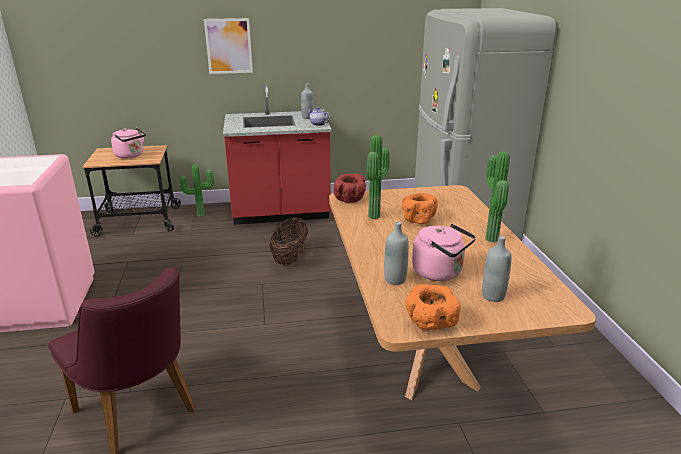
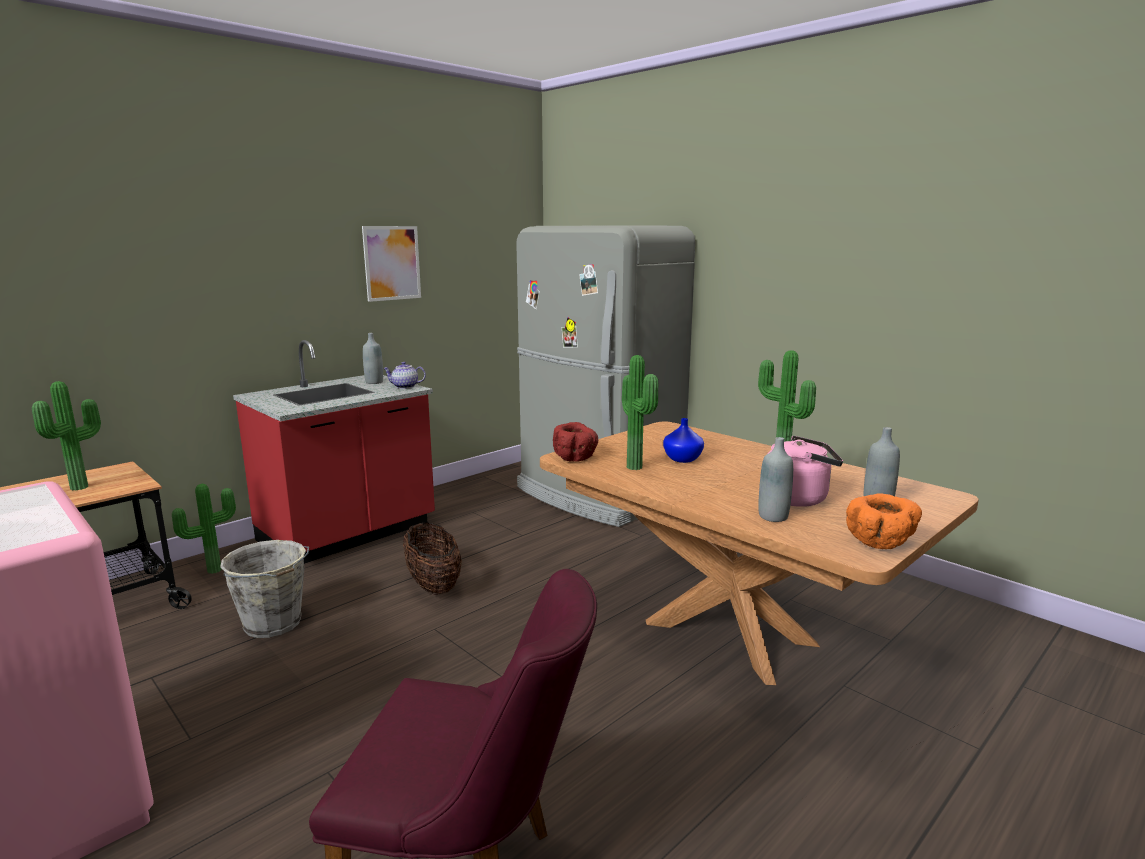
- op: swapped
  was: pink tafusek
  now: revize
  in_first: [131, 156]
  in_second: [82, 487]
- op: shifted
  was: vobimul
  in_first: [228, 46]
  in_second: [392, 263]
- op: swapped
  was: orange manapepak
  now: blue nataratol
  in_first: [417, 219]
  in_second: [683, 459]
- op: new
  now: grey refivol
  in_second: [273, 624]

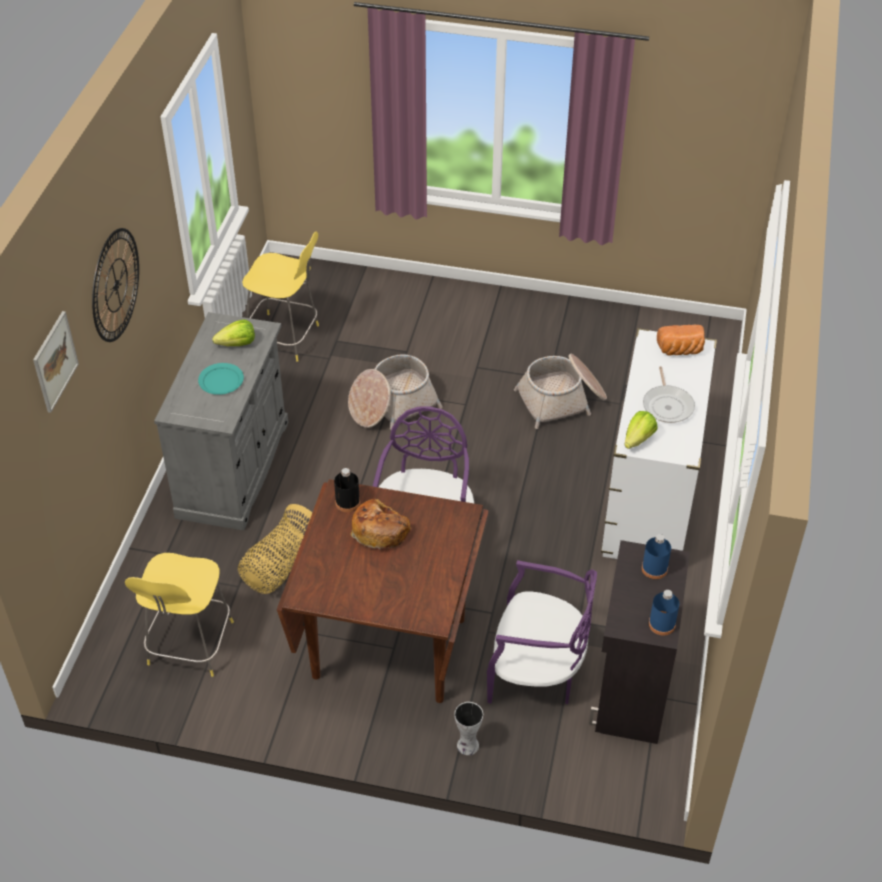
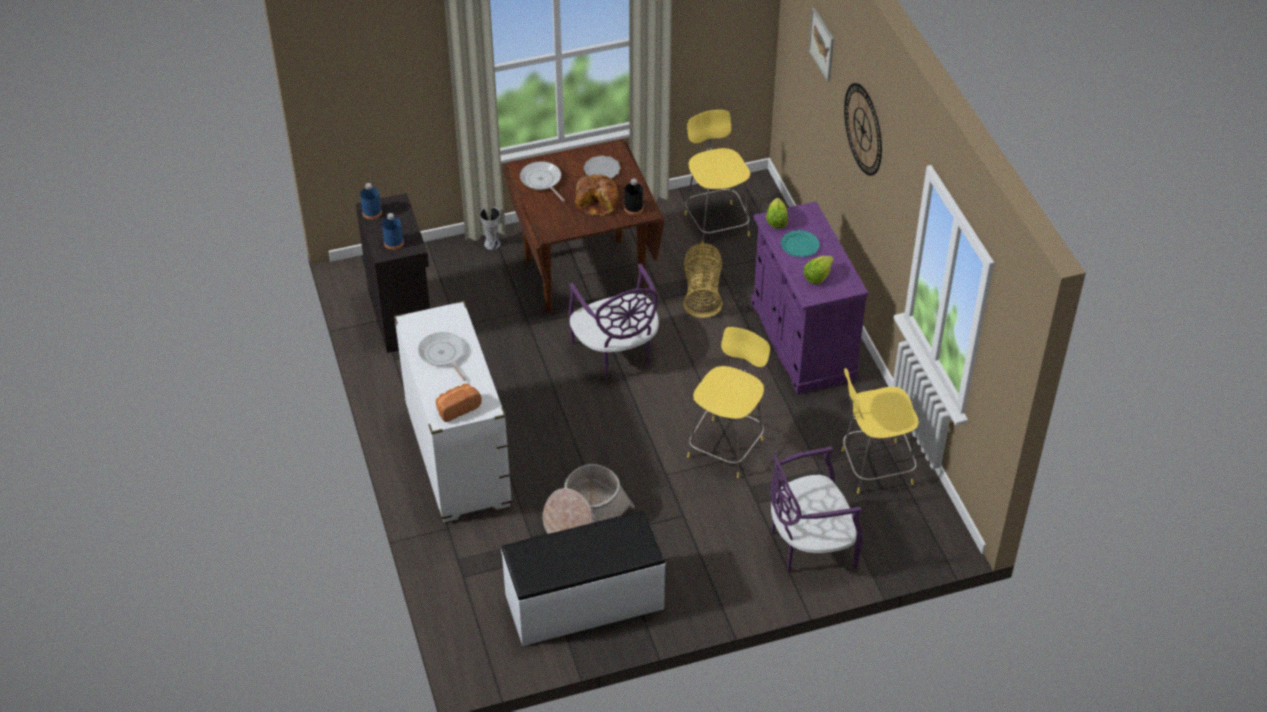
- op: repainted
  was: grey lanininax
  now: purple lanininax
  in_first: [234, 469]
  in_second: [802, 341]
- op: swapped
  was: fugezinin
  now: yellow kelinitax
  in_first: [392, 405]
  in_second: [727, 446]
- op: shifted
  was: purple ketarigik
  in_first: [537, 673]
  in_second: [809, 544]
- op: shifted
  was: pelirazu
  in_first: [638, 439]
  in_second: [776, 221]
- op: new
  now: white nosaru
  in_second: [584, 603]
- op: new
  now: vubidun
  in_second: [542, 181]
- op: new
  now: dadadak
  in_second: [602, 169]

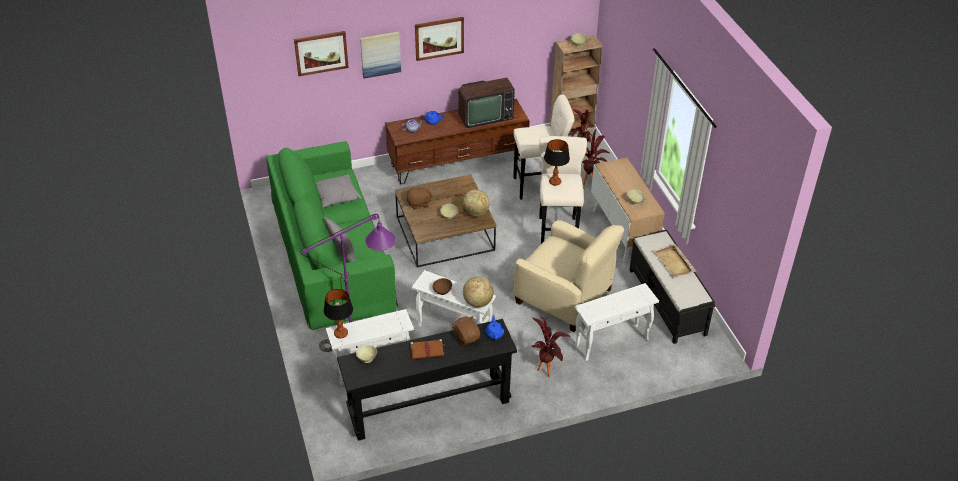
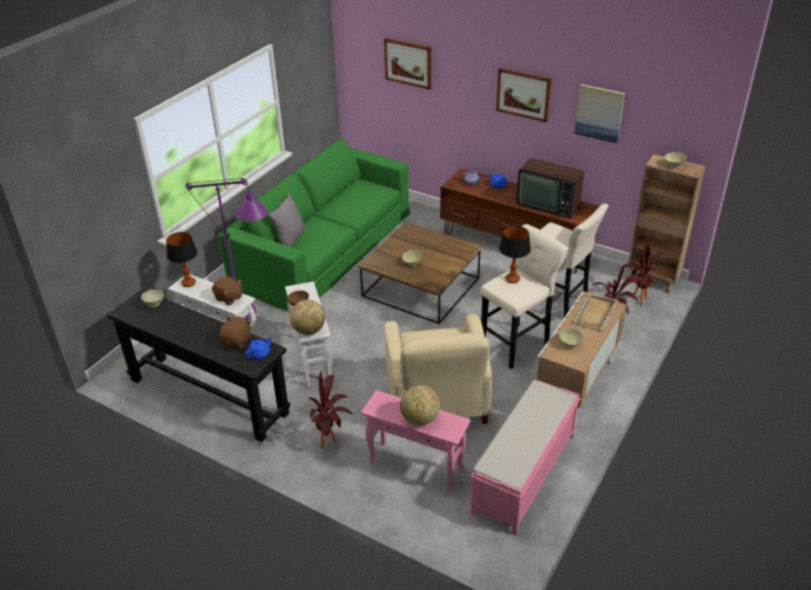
- op: gone
  was: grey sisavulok
  in_first: [336, 196]
- op: shifted
  was: vobimul
  in_first: [380, 54]
  in_second: [599, 113]
- op: shifted
  was: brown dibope
  in_first: [419, 204]
  in_second: [229, 298]
- op: gone
  was: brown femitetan
  in_first: [427, 351]
- op: shifted
  was: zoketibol
  in_first: [475, 213]
  in_second: [420, 419]
- op: repainted
  was: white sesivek
  now: pink sesivek
  in_first: [611, 342]
  in_second: [416, 466]
- op: repainted
  was: black nosaru
  now: pink nosaru
  in_first: [667, 302]
  in_second: [523, 475]
- op: shifted
  was: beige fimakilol
  in_first: [673, 263]
  in_second: [595, 313]

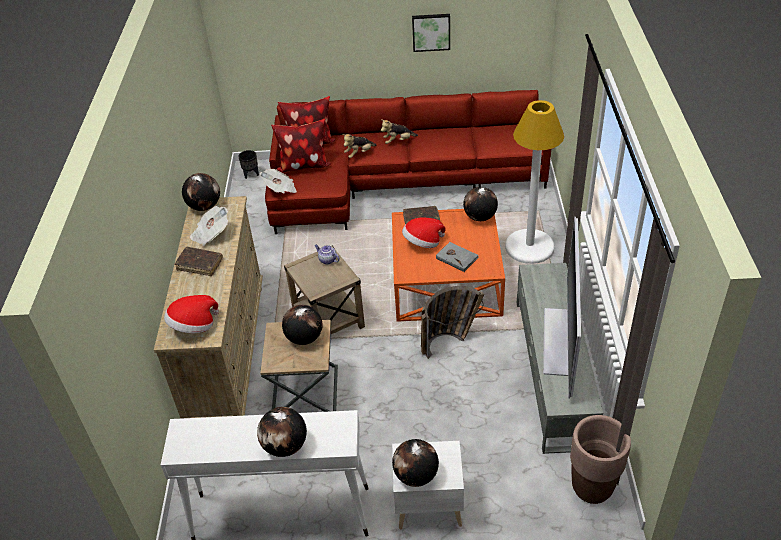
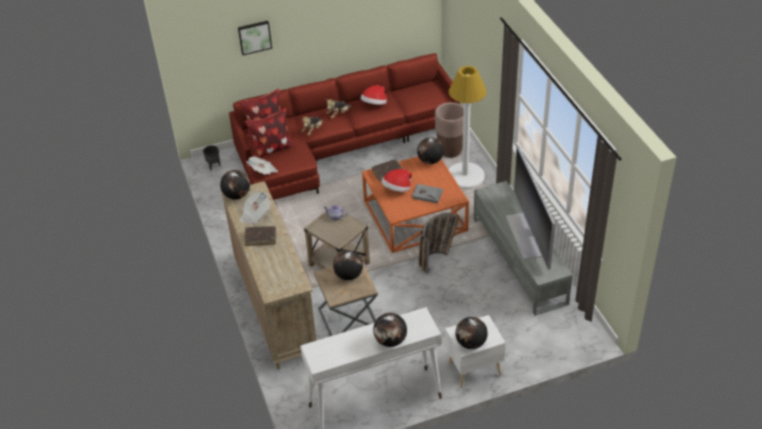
- op: shifted
  was: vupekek
  in_first: [194, 326]
  in_second: [374, 104]
- op: shifted
  was: vobimul
  in_first: [431, 31]
  in_second: [254, 37]
- op: shifted
  was: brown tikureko
  in_first: [592, 488]
  in_second: [450, 151]

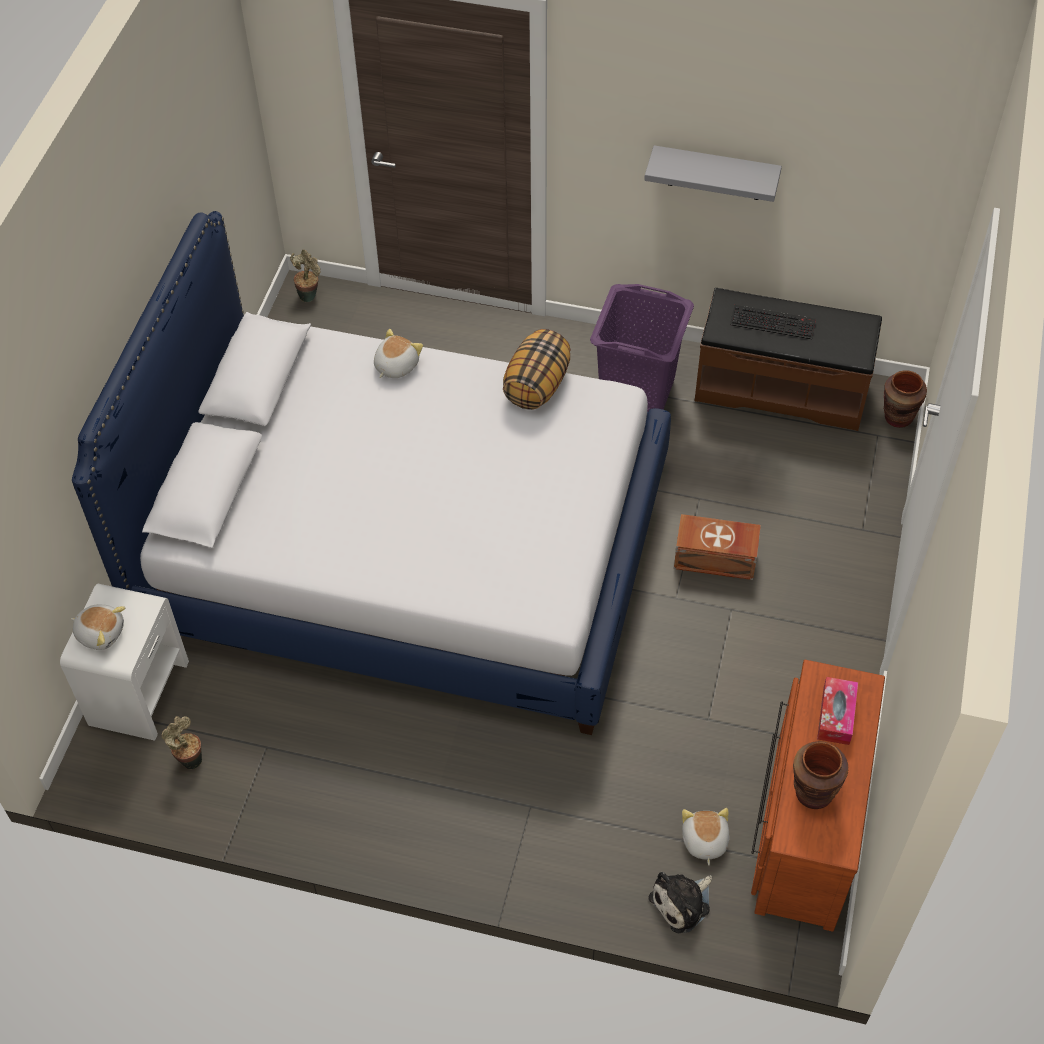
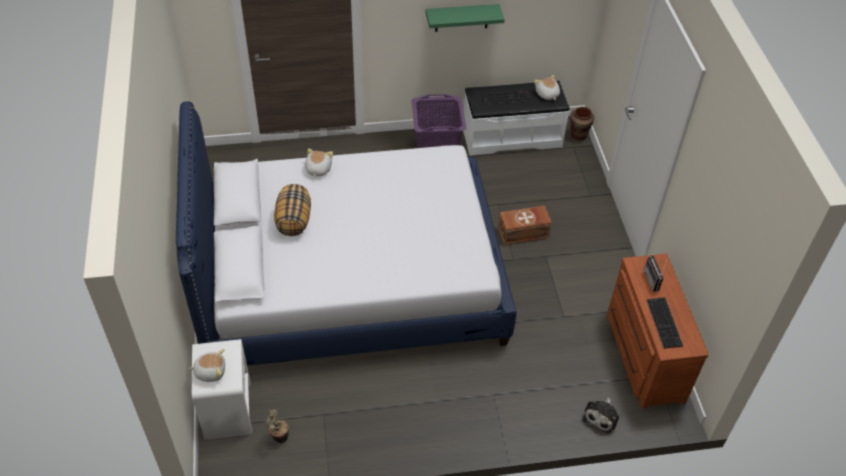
- op: gone
  was: revize
  in_first: [309, 294]
- op: shifted
  was: sisavulok
  in_first: [536, 385]
  in_second: [293, 220]
- op: repainted
  was: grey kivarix
  now: green kivarix
  in_first: [715, 173]
  in_second: [461, 17]
- op: shifted
  was: dibope
  in_first: [704, 841]
  in_second: [547, 94]
- op: repainted
  was: brown nosaru
  now: white nosaru
  in_first: [781, 388]
  in_second: [511, 136]
- op: swapped
  was: brown nataratol
  now: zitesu
  in_first: [813, 792]
  in_second: [665, 323]
- op: swapped
  was: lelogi
  now: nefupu
  in_first: [836, 715]
  in_second: [654, 280]

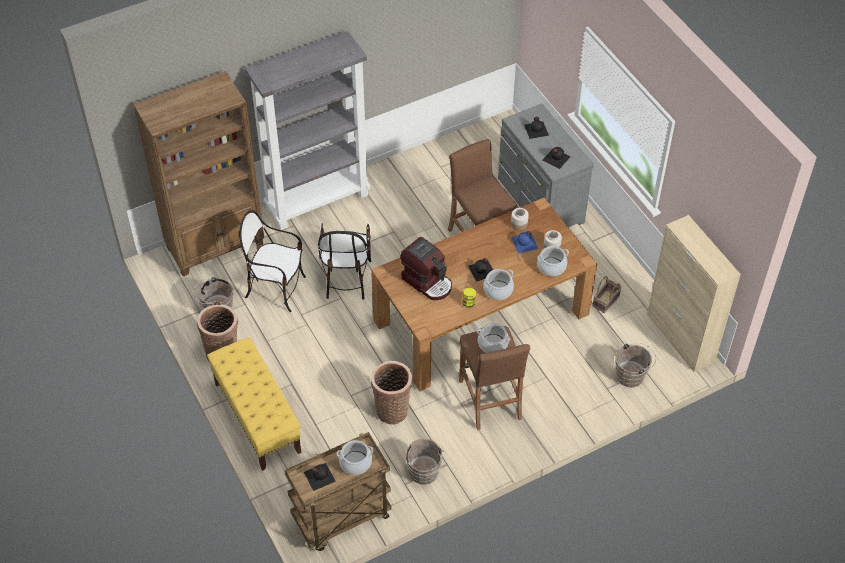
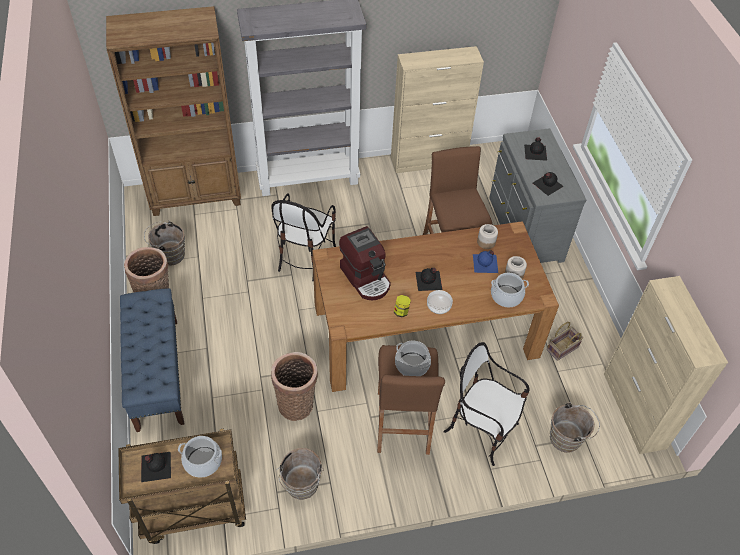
- op: repainted
  was: yellow nosaru
  now: blue nosaru
  in_first: [257, 417]
  in_second: [157, 373]
- op: shifted
  was: ketarigik
  in_first: [276, 289]
  in_second: [481, 430]
- op: swapped
  was: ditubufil
  now: manapepak
  in_first: [498, 290]
  in_second: [438, 306]
- op: new
  now: beige lanininax
  in_second: [429, 161]

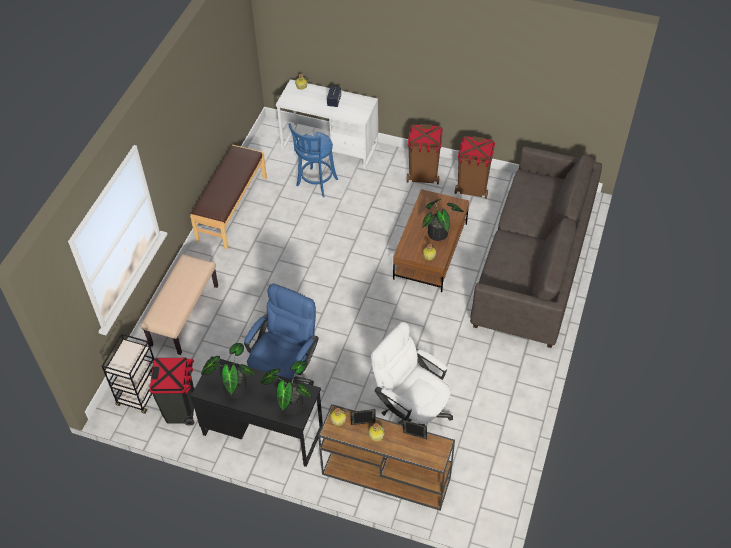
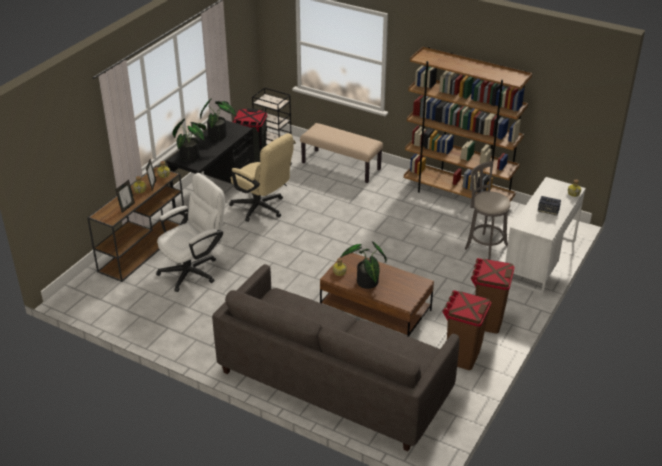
- op: swapped
  was: brown nosaru
  now: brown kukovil
  in_first: [231, 208]
  in_second: [458, 195]
- op: repainted
  was: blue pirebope
  now: beige pirebope
  in_first: [285, 374]
  in_second: [262, 209]
- op: repainted
  was: blue kelinitax
  now: grey kelinitax
  in_first: [316, 184]
  in_second: [484, 246]

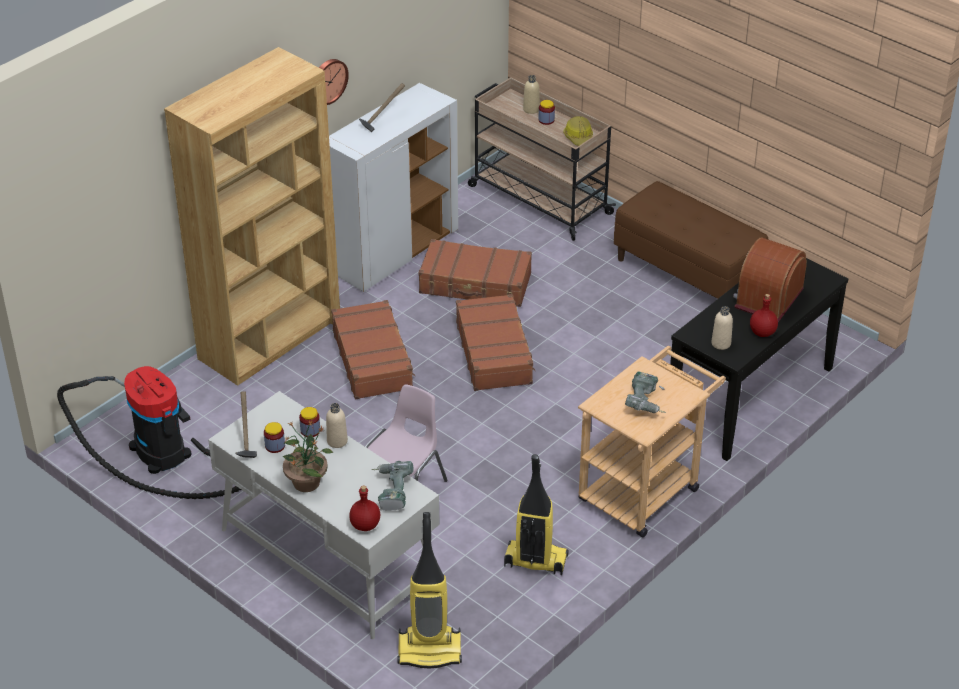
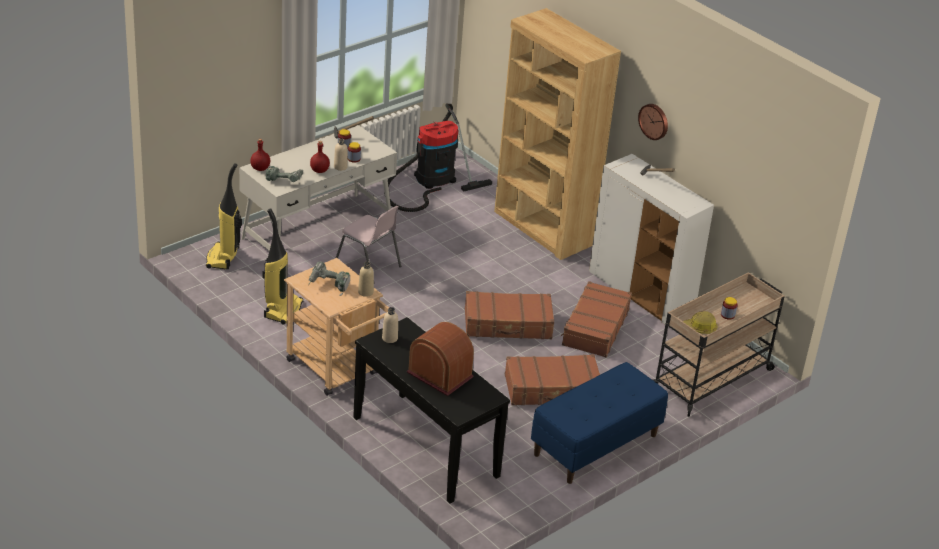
- op: gone
  was: revize
  in_first: [307, 482]
- op: shifted
  was: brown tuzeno
  in_first: [373, 359]
  in_second: [552, 389]
- op: shifted
  was: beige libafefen
  in_first: [531, 109]
  in_second: [365, 292]
- op: repainted
  was: brown nosaru
  now: blue nosaru
  in_first: [688, 274]
  in_second: [595, 445]
- op: shifted
  was: red libafefen
  in_first: [762, 332]
  in_second: [320, 170]

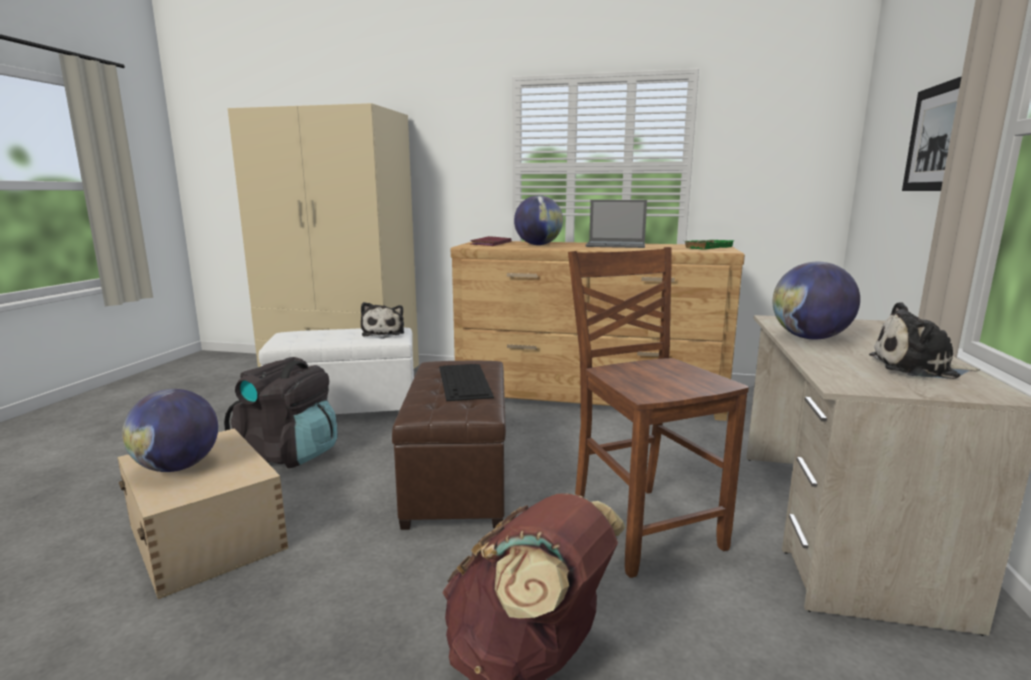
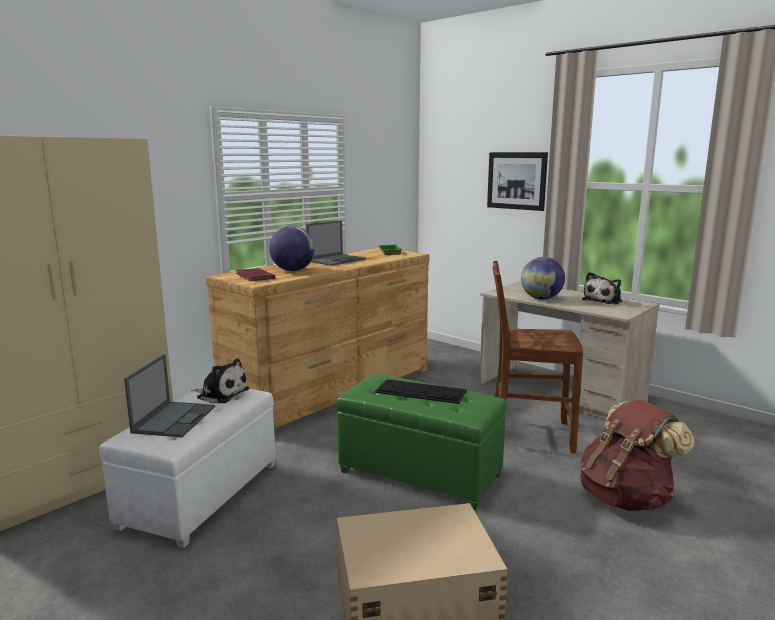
- op: gone
  was: zoketibol
  in_first: [178, 467]
- op: gone
  was: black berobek
  in_first: [289, 454]
- op: repainted
  was: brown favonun
  now: green favonun
  in_first: [459, 479]
  in_second: [420, 472]
- op: new
  now: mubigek
  in_second: [175, 419]

